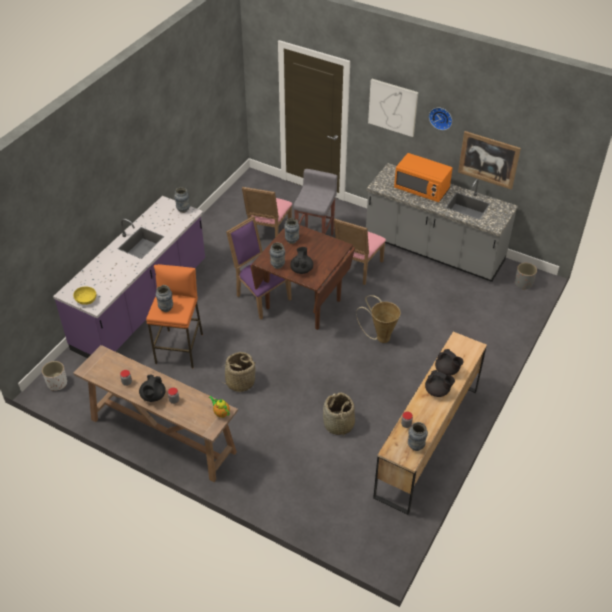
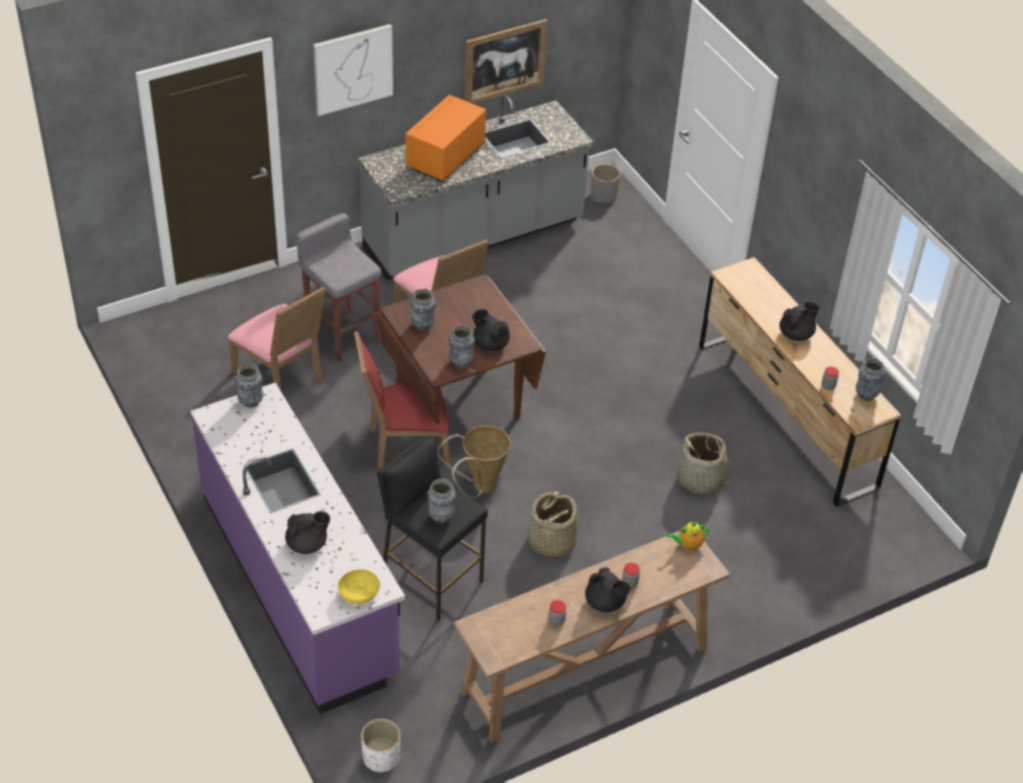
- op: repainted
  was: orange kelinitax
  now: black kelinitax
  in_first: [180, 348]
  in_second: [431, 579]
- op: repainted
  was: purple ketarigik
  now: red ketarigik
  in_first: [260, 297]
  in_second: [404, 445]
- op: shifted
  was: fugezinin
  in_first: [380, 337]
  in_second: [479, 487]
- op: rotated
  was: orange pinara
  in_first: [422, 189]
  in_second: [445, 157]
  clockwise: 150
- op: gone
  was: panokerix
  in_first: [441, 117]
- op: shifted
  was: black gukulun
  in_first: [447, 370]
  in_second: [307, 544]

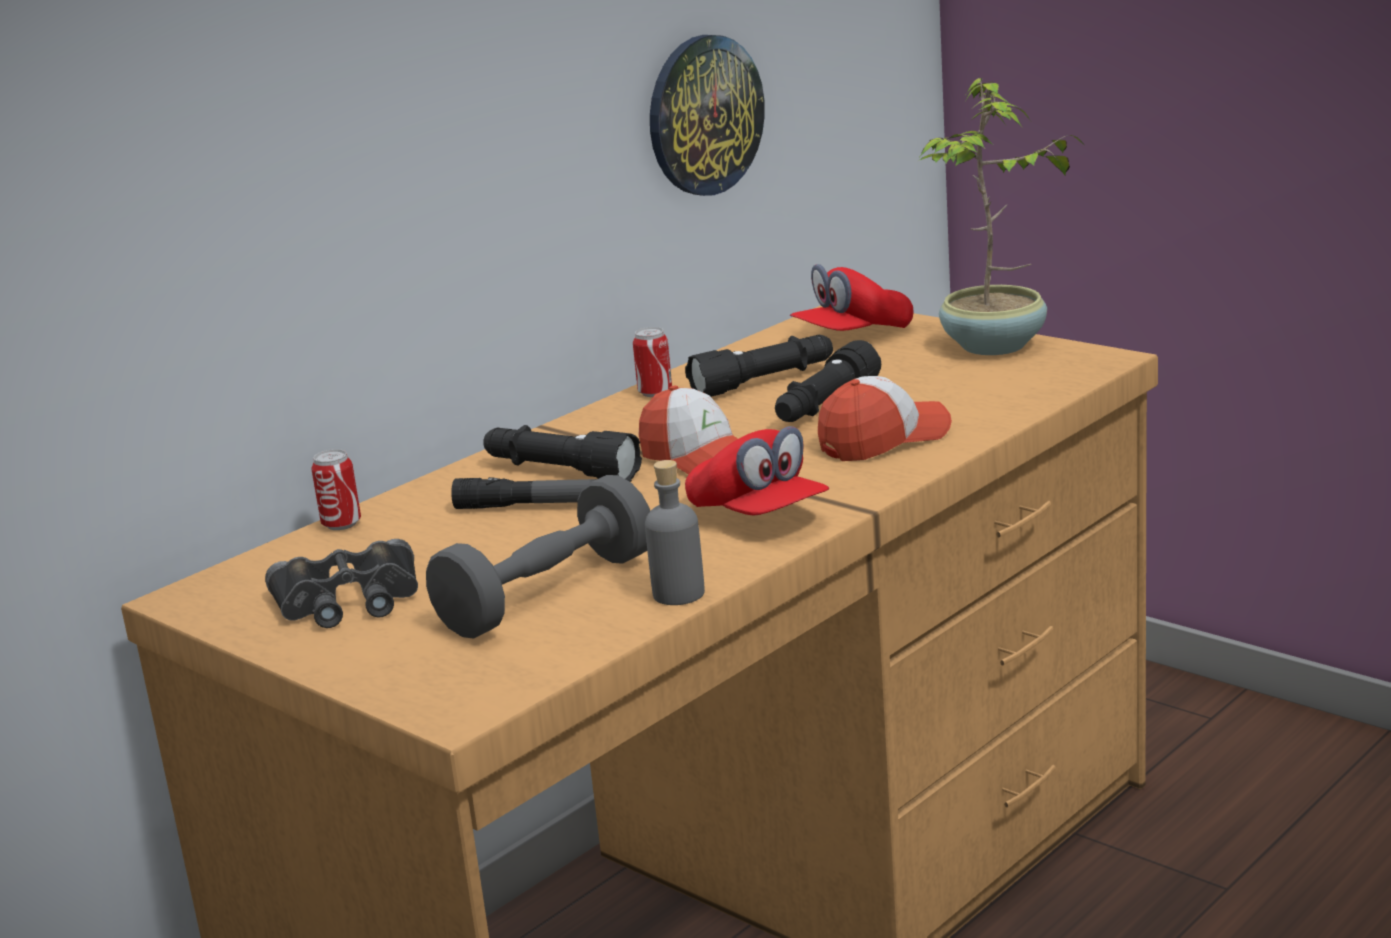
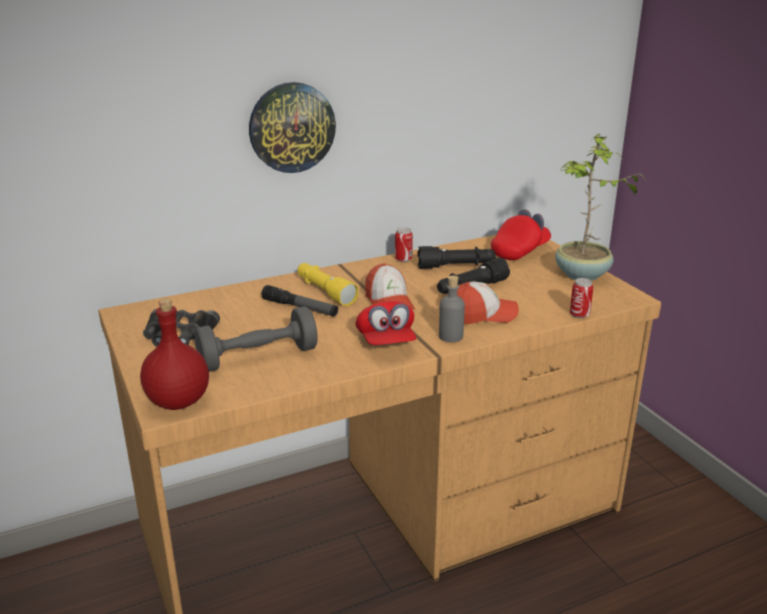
- op: shifted
  was: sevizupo
  in_first: [341, 524]
  in_second: [579, 315]
- op: repainted
  was: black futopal
  now: yellow futopal
  in_first: [560, 472]
  in_second: [324, 291]
- op: shifted
  was: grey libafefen
  in_first: [678, 594]
  in_second: [450, 336]
- op: shifted
  was: panokerix
  in_first: [704, 115]
  in_second: [291, 127]
- op: rotated
  was: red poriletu
  in_first: [853, 336]
  in_second: [520, 251]
  clockwise: 150
- op: new
  now: red libafefen
  in_second: [179, 401]

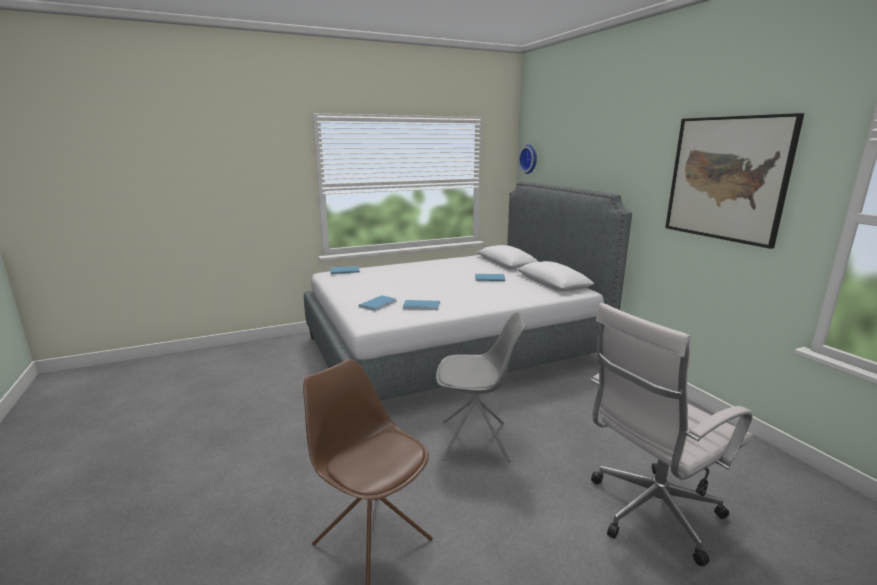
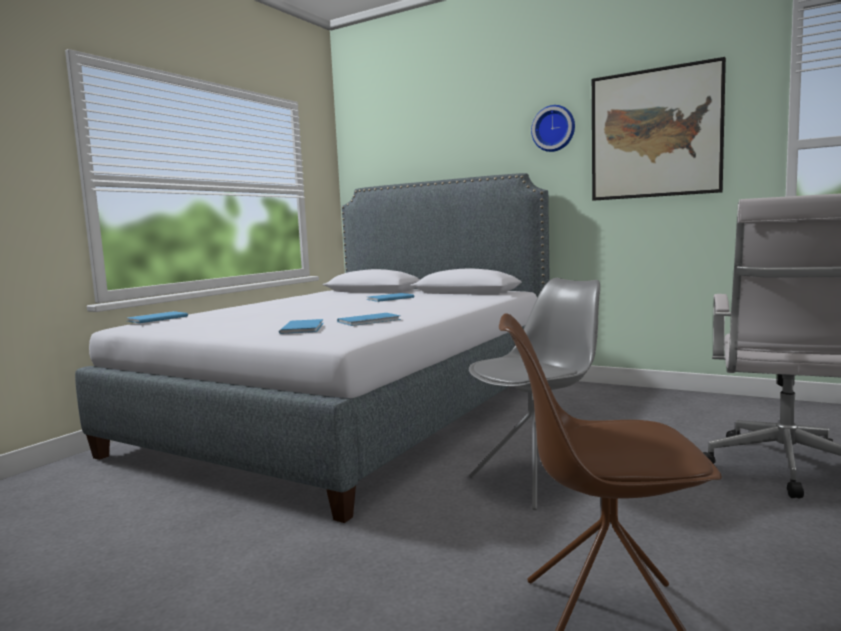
- op: shifted
  was: panokerix
  in_first: [529, 159]
  in_second: [554, 129]

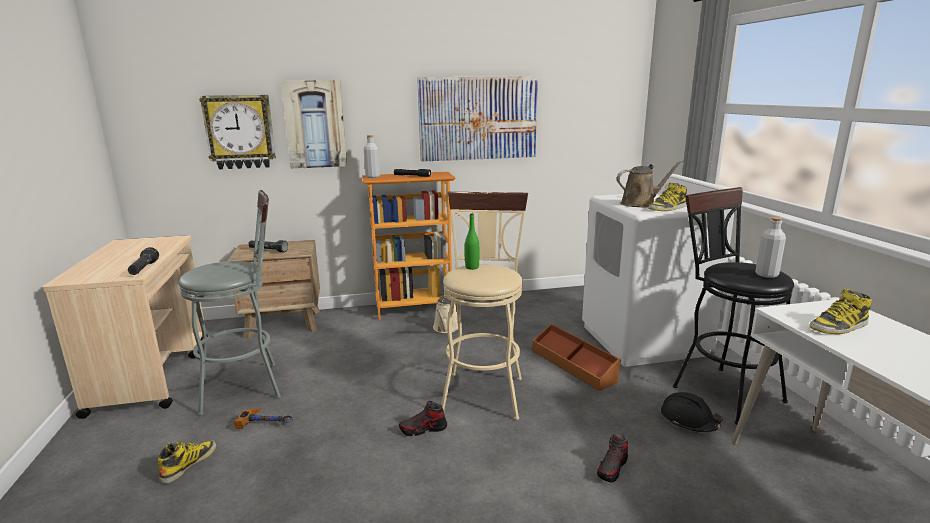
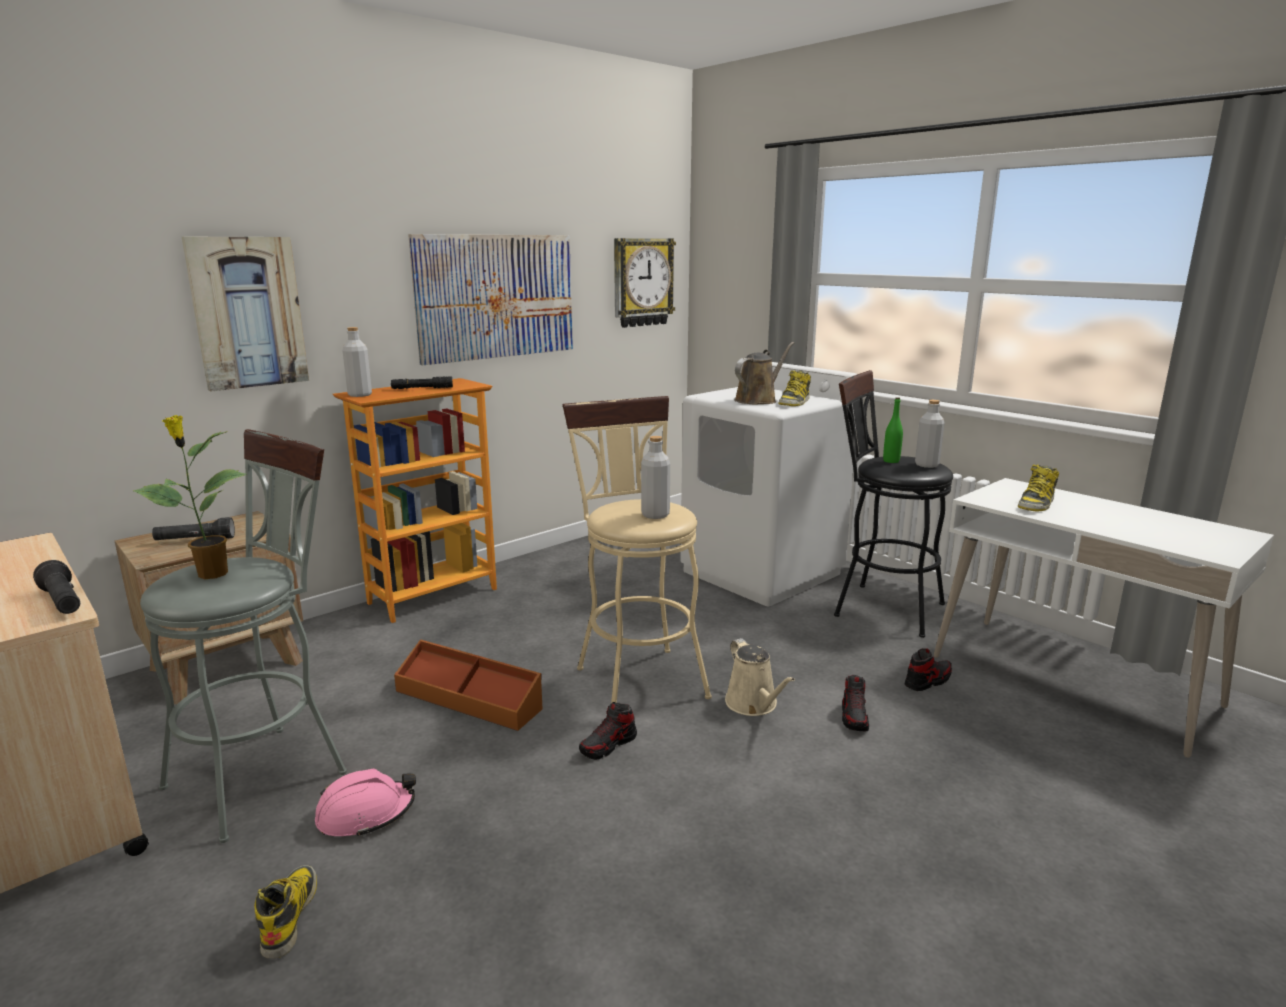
- op: shifted
  was: panokerix
  in_first: [240, 132]
  in_second: [642, 282]
- op: swapped
  was: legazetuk
  now: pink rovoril
  in_first: [267, 424]
  in_second: [366, 814]
- op: shifted
  was: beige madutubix
  in_first: [446, 328]
  in_second: [754, 704]
- op: shifted
  was: green libafefen
  in_first: [472, 267]
  in_second: [891, 461]
- op: shifted
  was: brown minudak
  in_first: [573, 365]
  in_second: [469, 699]
- op: gone
  was: black rovoril
  in_first: [689, 420]
- op: new
  now: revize
  in_second: [211, 574]
- op: new
  now: grey libafefen
  in_second: [655, 515]
- op: new
  now: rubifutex
  in_second: [927, 681]

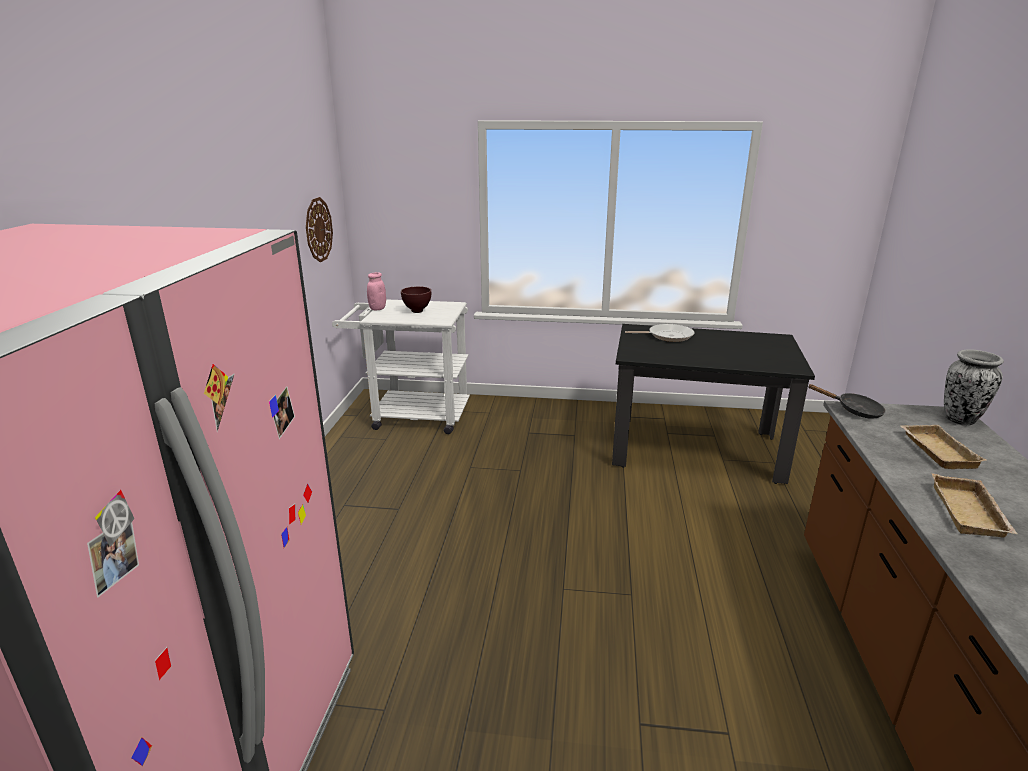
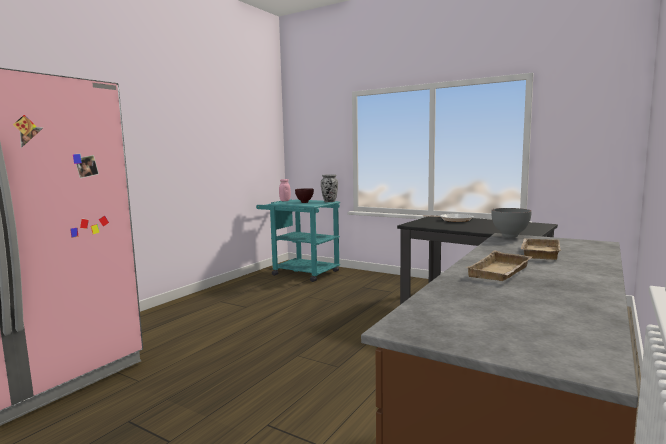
- op: gone
  was: panokerix
  in_first: [318, 229]
- op: repainted
  was: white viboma
  now: turquoise viboma
  in_first: [411, 416]
  in_second: [300, 272]
- op: swapped
  was: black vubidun
  now: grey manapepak
  in_first: [854, 410]
  in_second: [509, 236]
- op: shifted
  was: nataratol
  in_first: [960, 420]
  in_second: [329, 201]

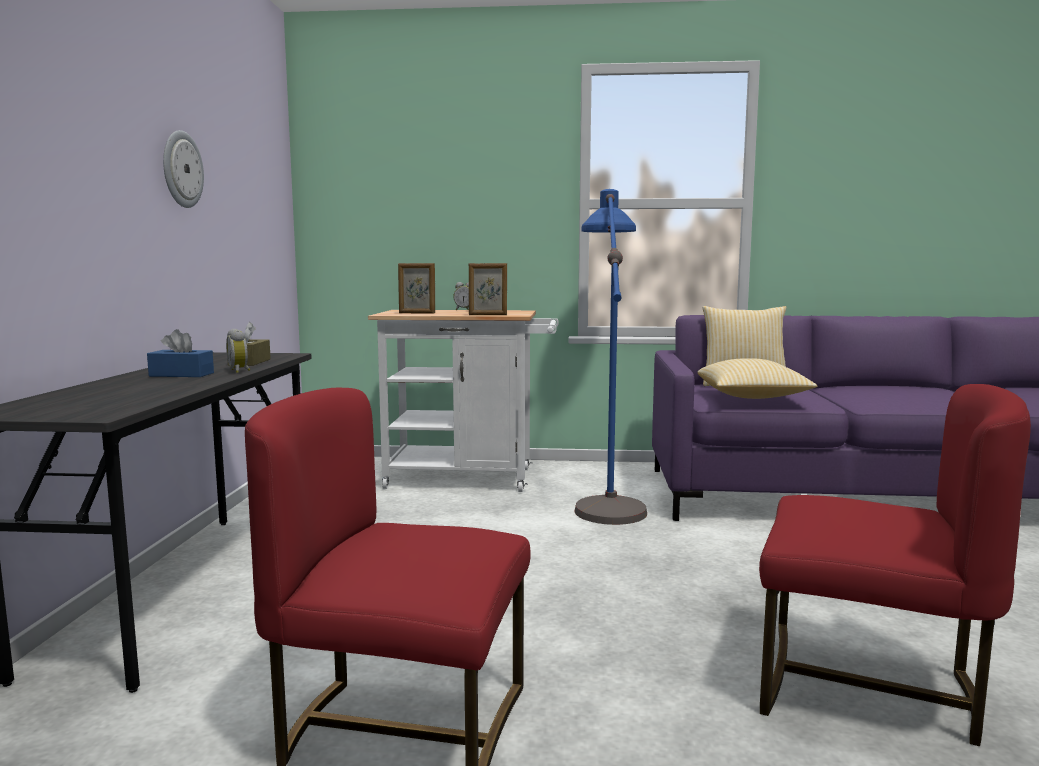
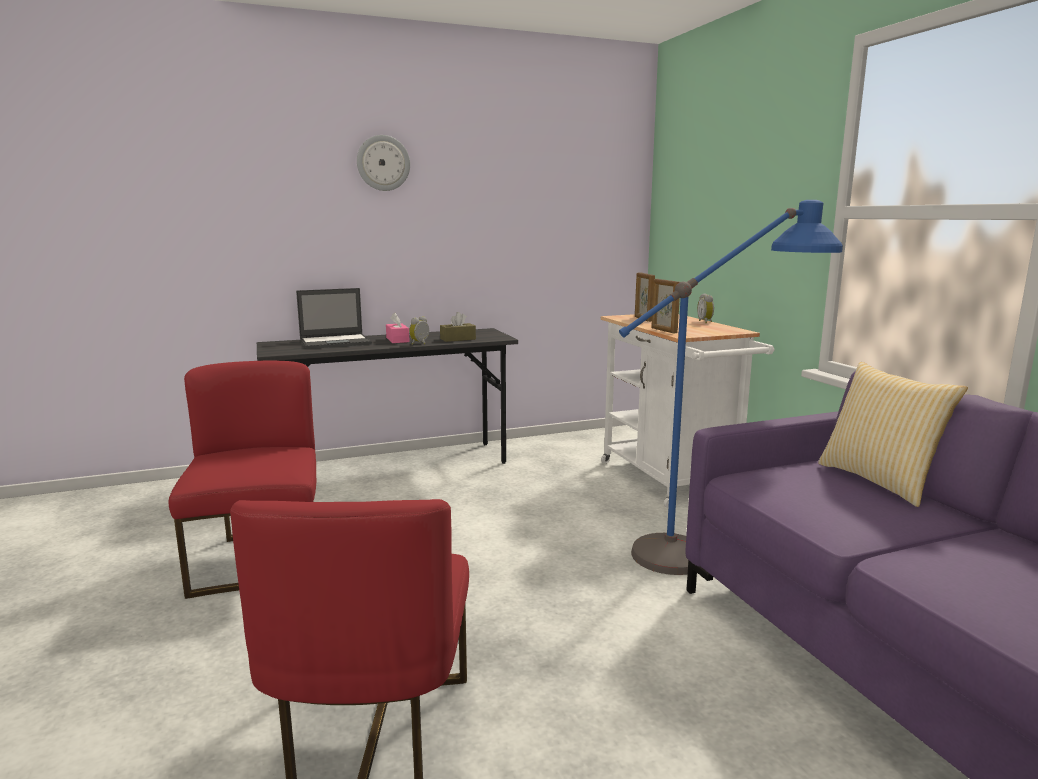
- op: repainted
  was: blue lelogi
  now: pink lelogi
  in_first: [181, 374]
  in_second: [397, 340]
- op: shifted
  was: panokerix
  in_first: [181, 169]
  in_second: [383, 163]
- op: gone
  was: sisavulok
  in_first: [752, 397]
- op: new
  now: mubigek
  in_second: [336, 342]

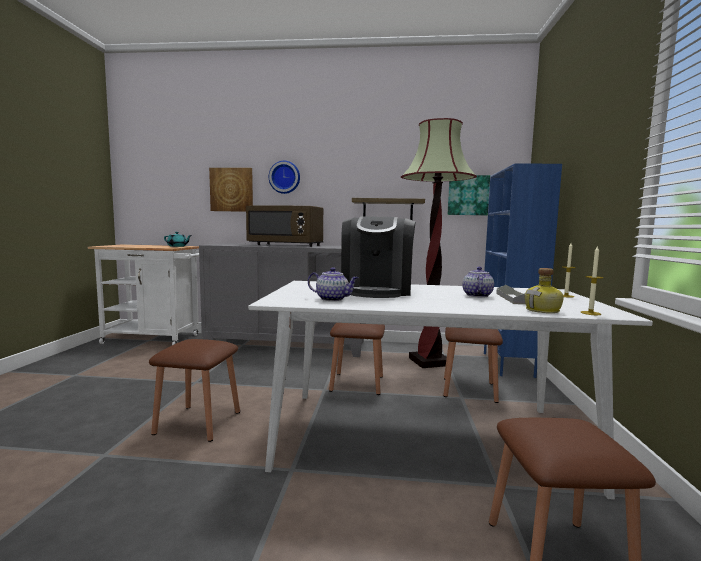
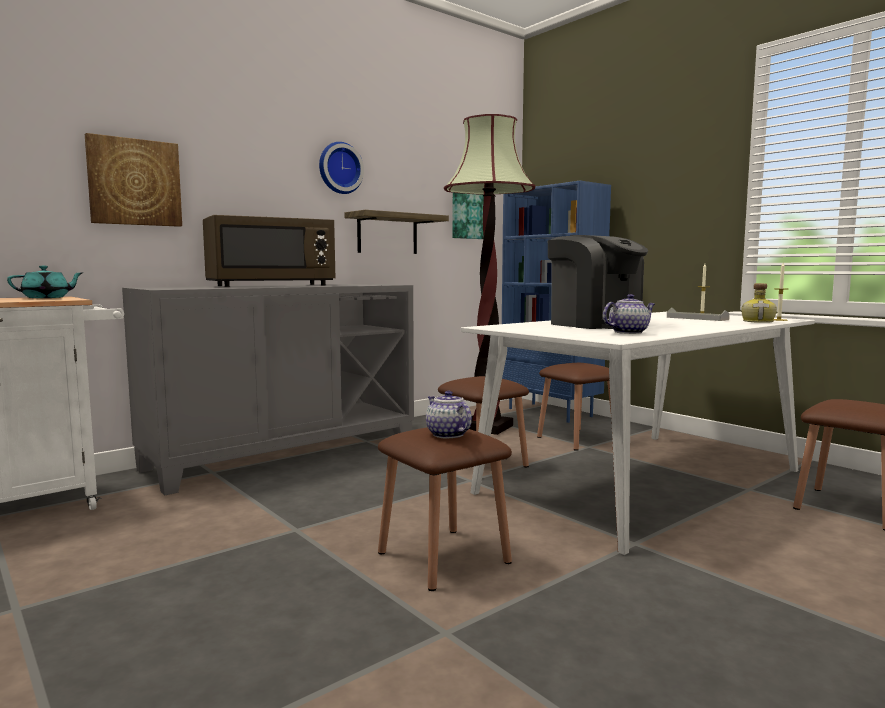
- op: shifted
  was: panokerix
  in_first: [285, 177]
  in_second: [339, 168]
- op: shifted
  was: gukulun
  in_first: [476, 295]
  in_second: [447, 434]

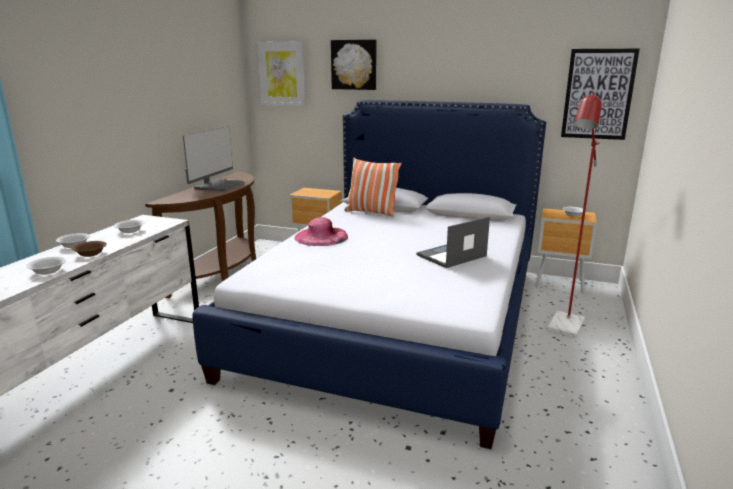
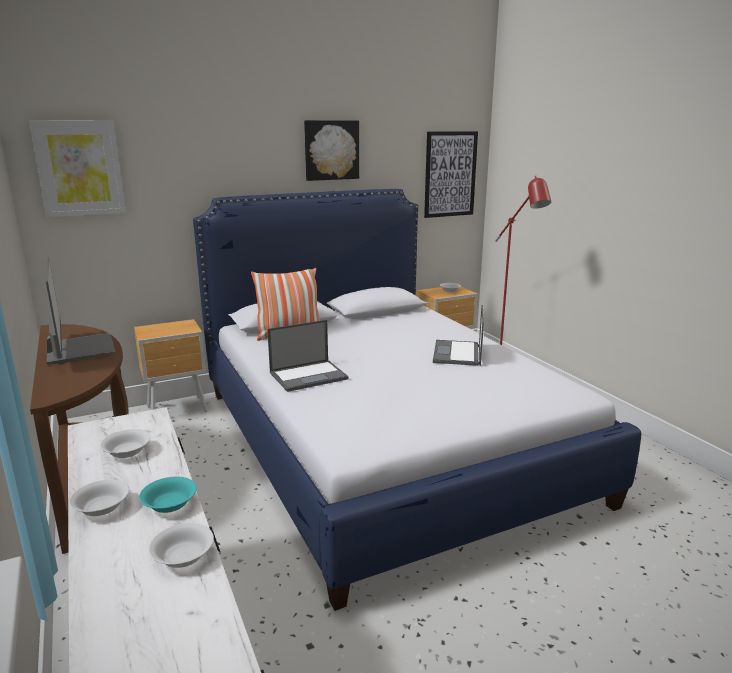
- op: repainted
  was: brown manapepak
  now: turquoise manapepak
  in_first: [90, 254]
  in_second: [169, 505]
- op: swapped
  was: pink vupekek
  now: mubigek
  in_first: [321, 236]
  in_second: [309, 375]
- op: shifted
  was: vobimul
  in_first: [354, 65]
  in_second: [331, 150]

